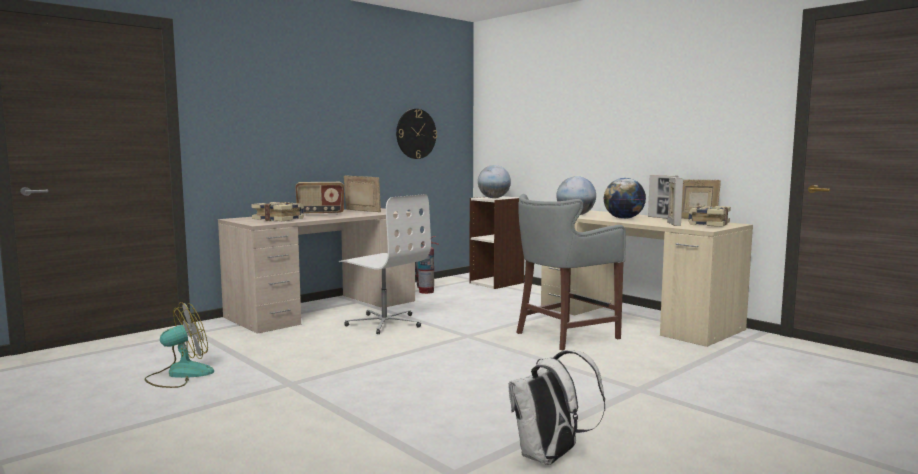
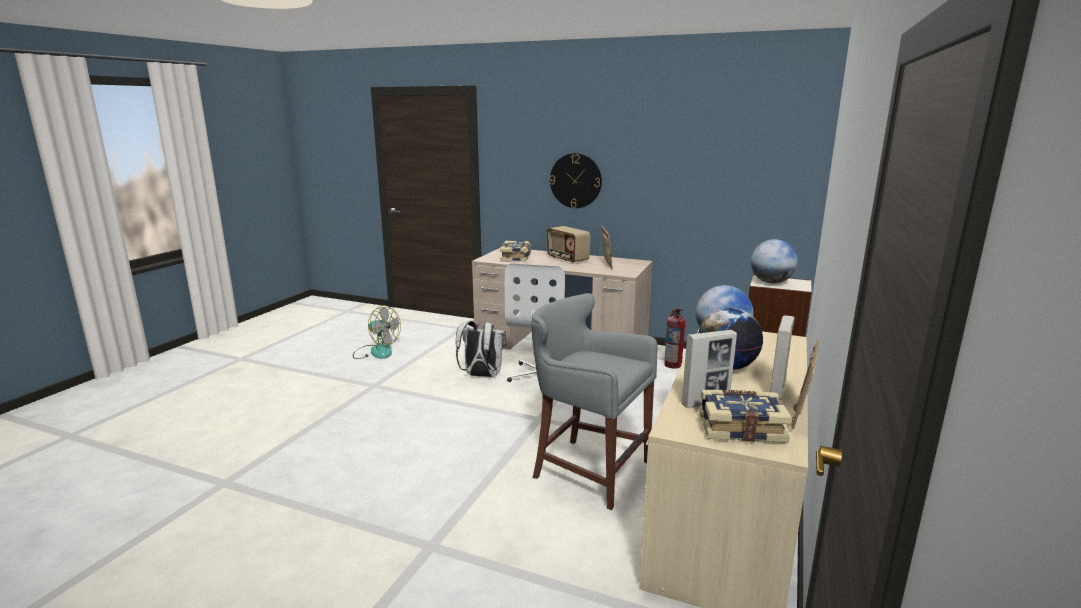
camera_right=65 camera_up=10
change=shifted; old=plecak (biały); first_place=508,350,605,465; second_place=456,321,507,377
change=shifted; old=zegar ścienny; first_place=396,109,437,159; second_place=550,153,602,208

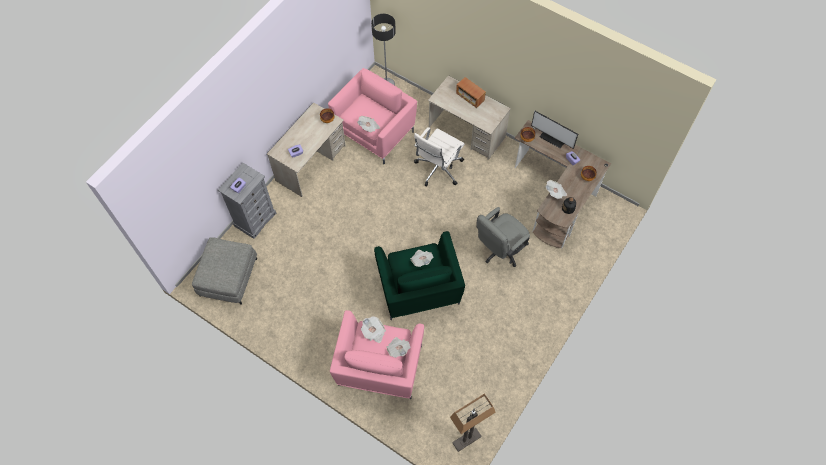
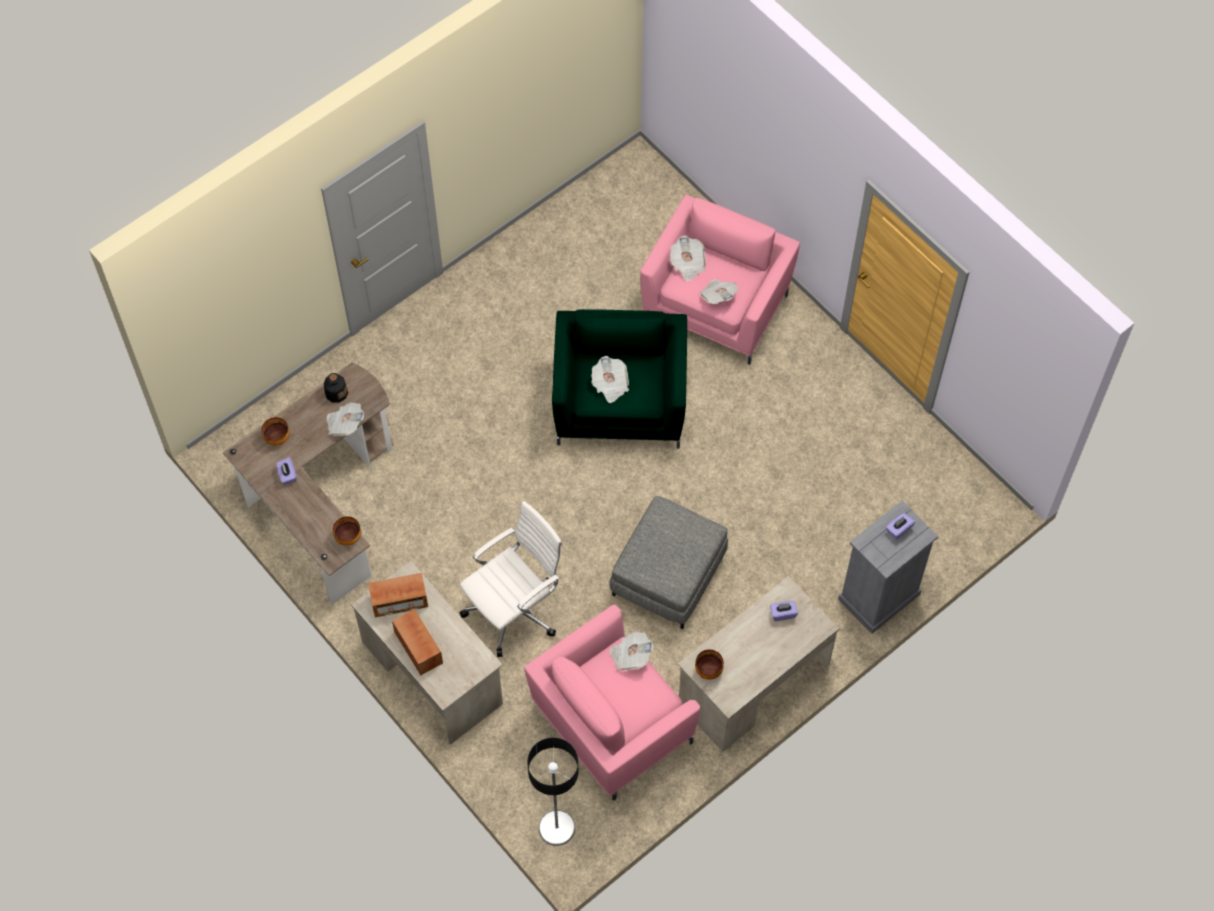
camera_right=-165 camera_up=0
change=new; new=radio; second_place=368,573,428,617
change=shifted; old=pufa (szary); first_place=192,237,257,305; second_place=609,496,728,629
change=gone; old=lampa stojąca; first_place=450,393,496,452
change=gone; old=krzesło biurowe (szary); first_place=476,207,530,267
change=gone; old=monitor; first_place=531,111,578,149

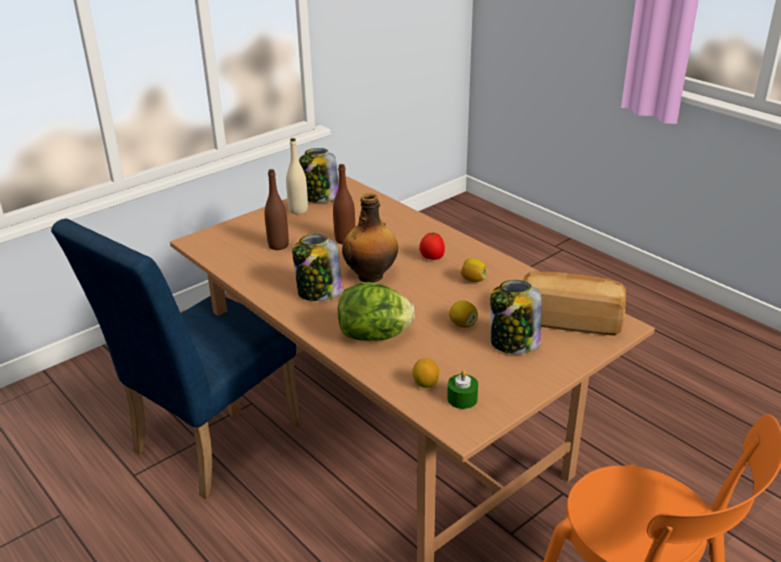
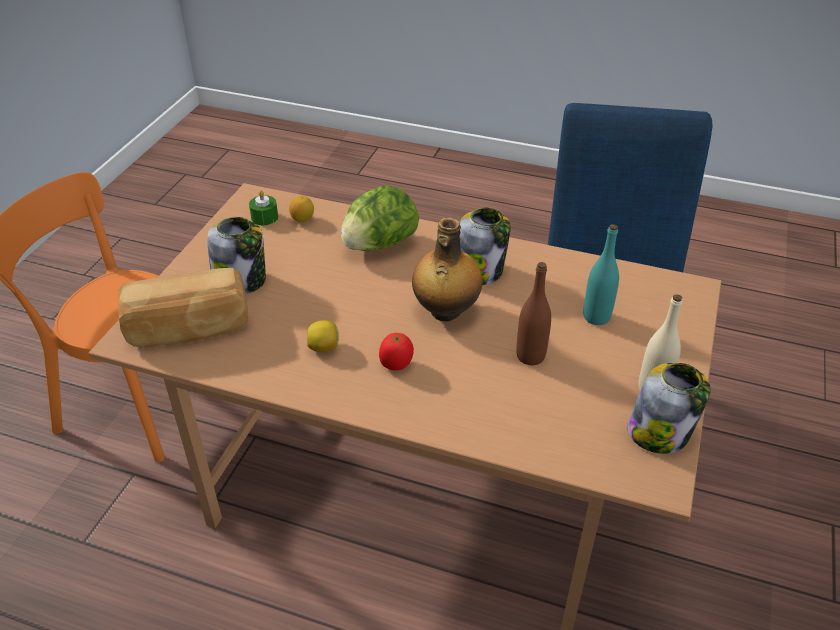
camera_right=150 camera_up=10
change=repainted; old=butelka (brązowy); new=butelka (turkusowy); first_place=264,169,289,250; second_place=583,224,619,325
change=gone; old=cytryna; first_place=449,300,478,328

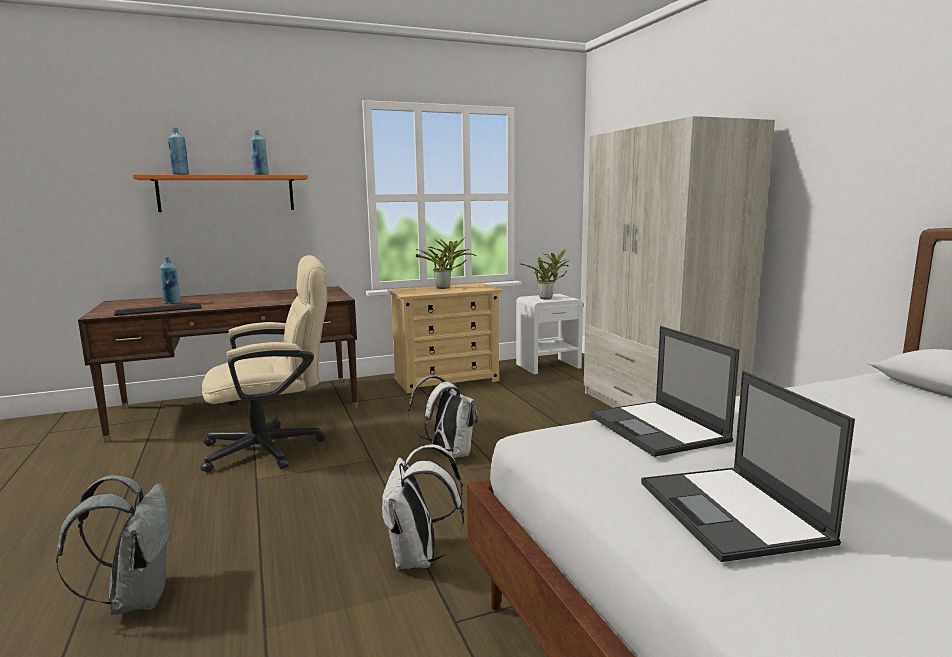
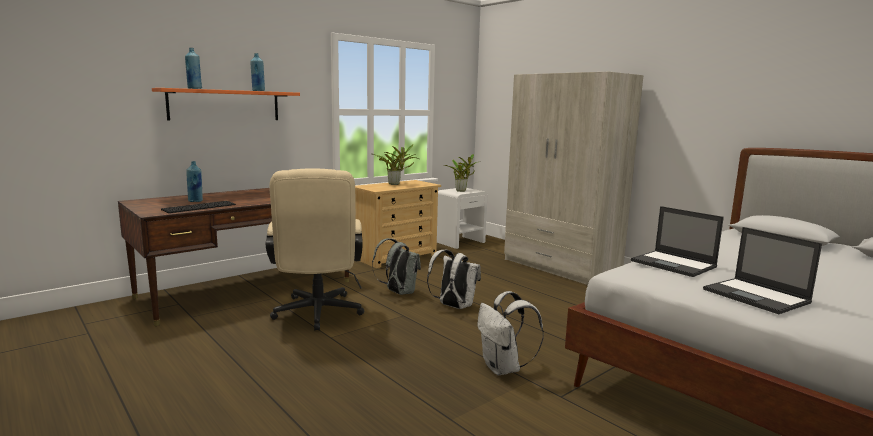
camera_right=-20 camera_up=0
change=rotated; old=krzesło biurowe (beżowy); first_place=200,255,327,472; second_place=266,168,364,331; degrees=120
change=shifted; old=plecak (szary); first_place=56,475,173,615; second_place=372,238,421,295

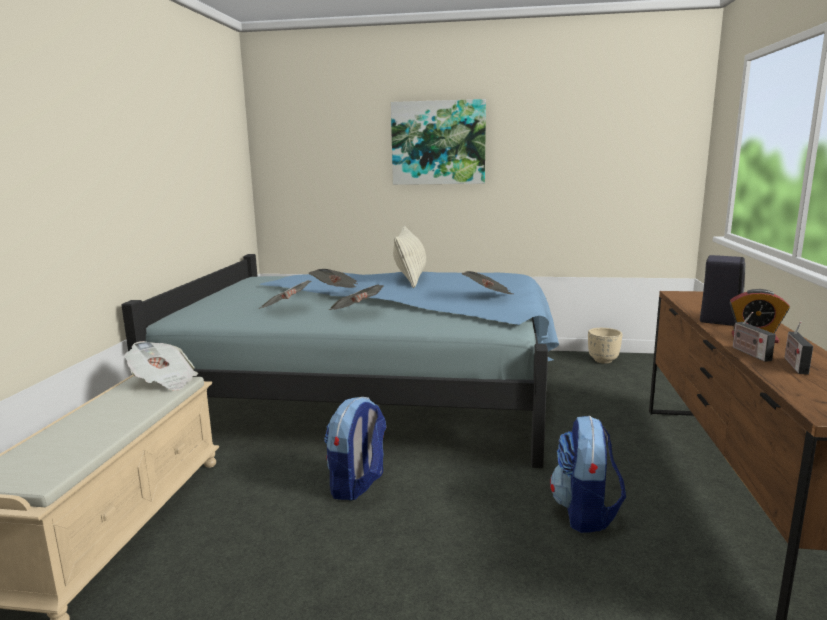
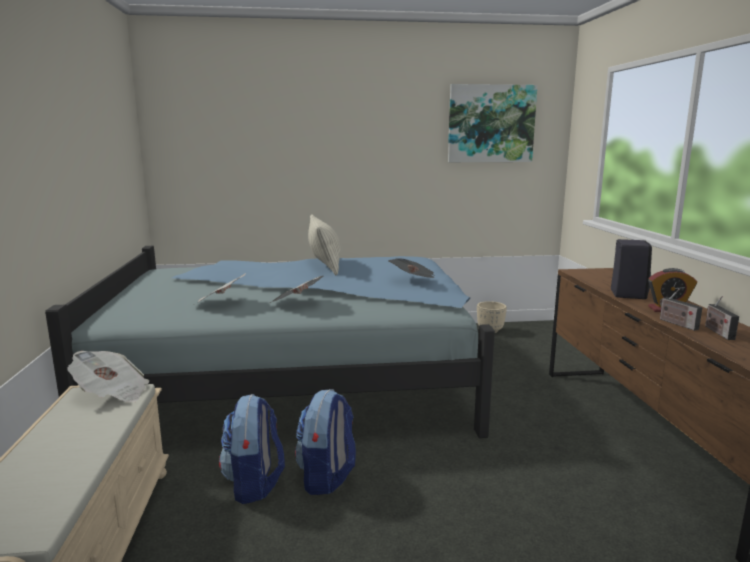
camera_right=-15 camera_up=0
change=shifted; old=plecak; first_place=550,416,626,533; second_place=219,394,285,504
change=shifted; old=obraz; first_place=391,99,486,185; second_place=448,84,538,162
change=gone; old=gazeta; first_place=309,269,357,288

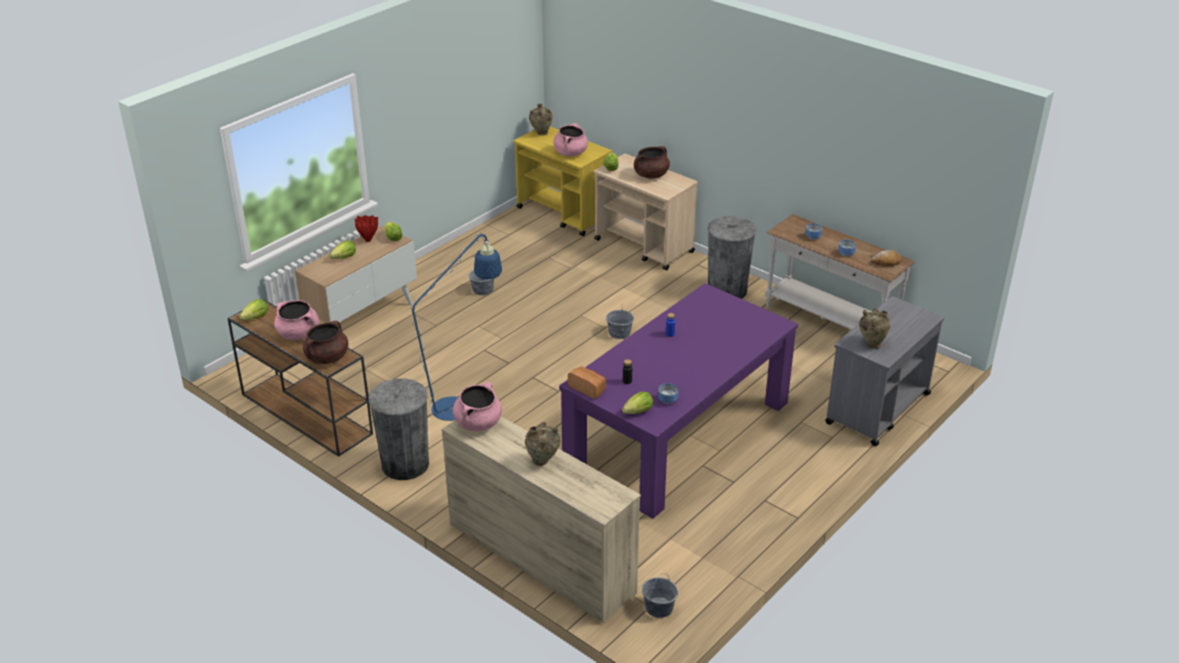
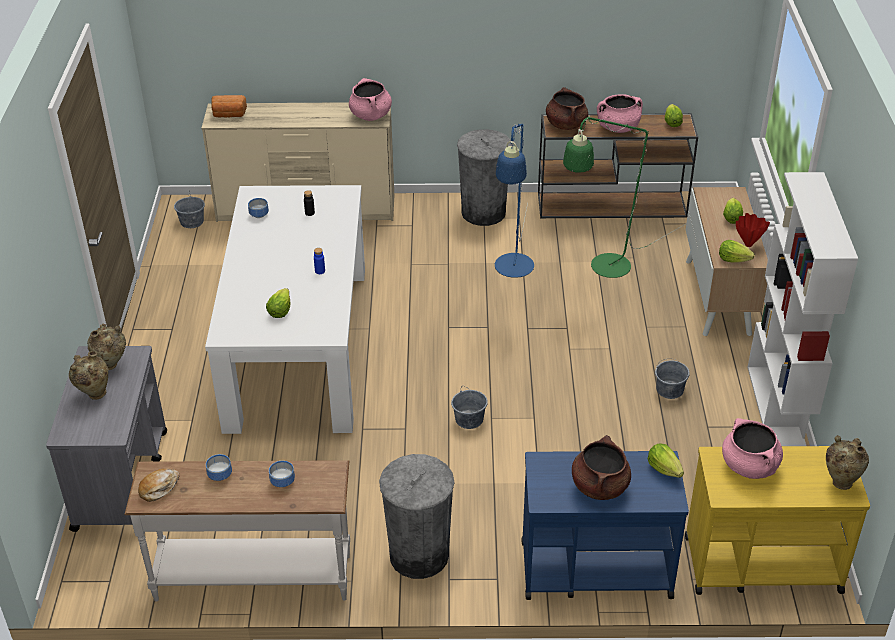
camera_right=140 camera_up=5
change=shifted; old=wazon (beżowy); first_place=525,422,560,466; second_place=69,351,108,400
change=repainted; old=stół jadalny (fioletowy); new=stół jadalny (biały); first_place=559,283,798,519; second_place=205,185,365,434
change=shifted; old=chleb; first_place=568,366,606,399; second_place=211,95,247,118
change=shifted; old=sałata; first_place=622,392,653,414; second_place=266,288,290,318
change=repainted; old=wózek (beżowy); new=wózek (niebieski); first_place=594,154,698,271; second_place=521,451,689,600
change=new; new=lampa stojąca (zielony); second_place=563,116,685,278
change=new; new=regał (biały); second_place=747,172,858,446

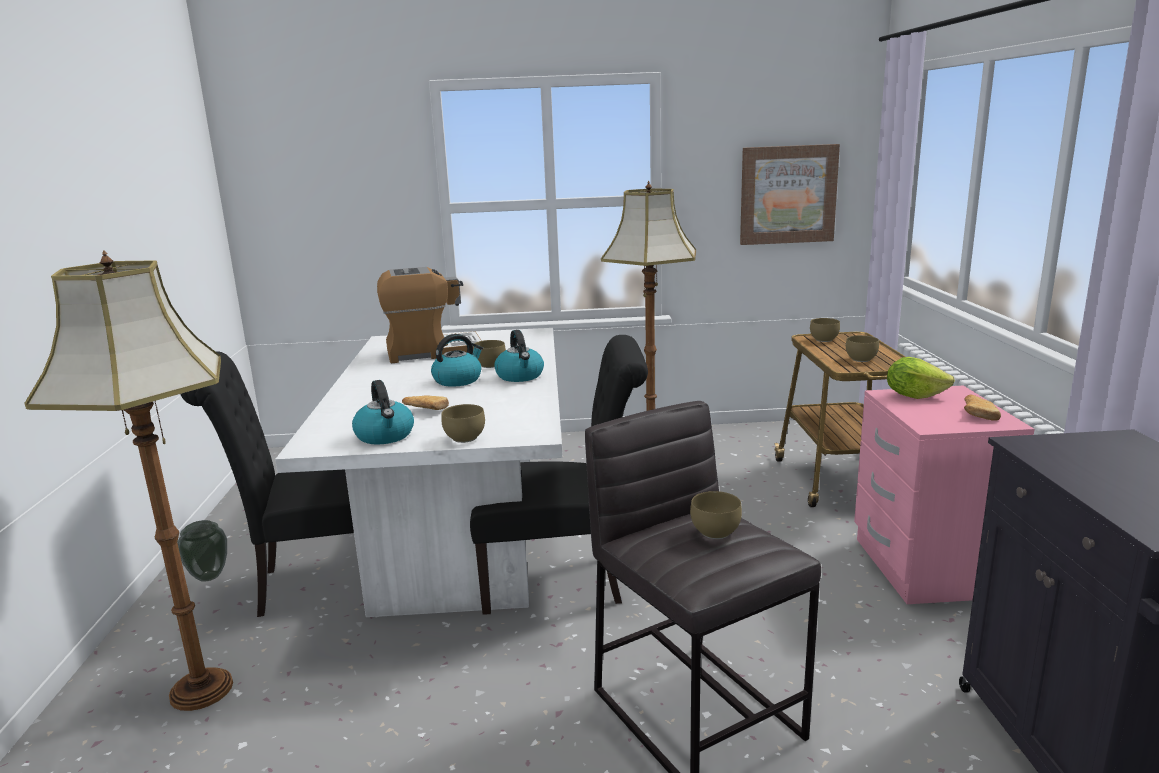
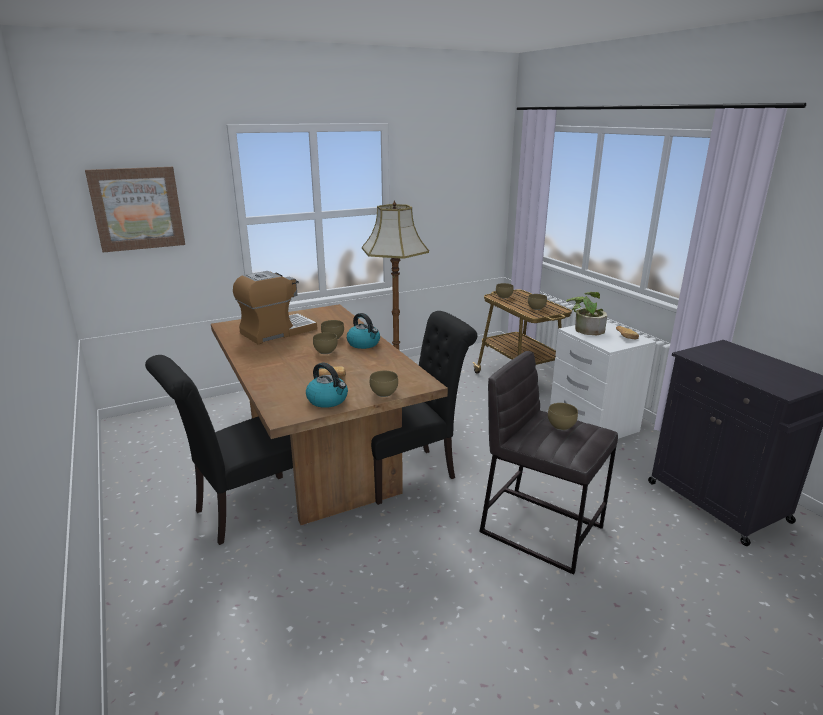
camera_right=-25 camera_up=5
change=shifted; old=obraz; first_place=740,144,840,245; second_place=85,167,185,253
change=repainted; old=stół jadalny (biały); new=stół jadalny (brązowy); first_place=275,328,563,617; second_place=211,304,448,525
change=swapped; old=czajnik; new=miska (brązowy); first_place=431,334,483,387; second_place=313,332,338,354
change=repainted; old=szafka nocna (różowy); new=szafka nocna (biały); first_place=854,386,1035,604; second_place=550,322,656,439
change=swapped; old=sałata; new=roślina doniczkowa; first_place=887,357,955,399; second_place=566,292,607,335
change=gone; old=lampa stojąca; first_place=24,251,233,711
change=gone; old=wazon; first_place=177,520,227,582

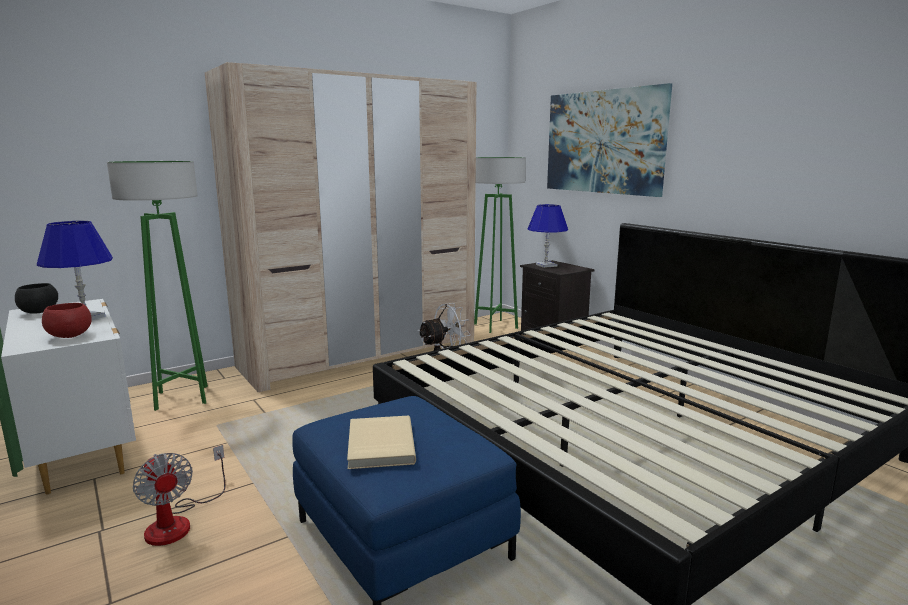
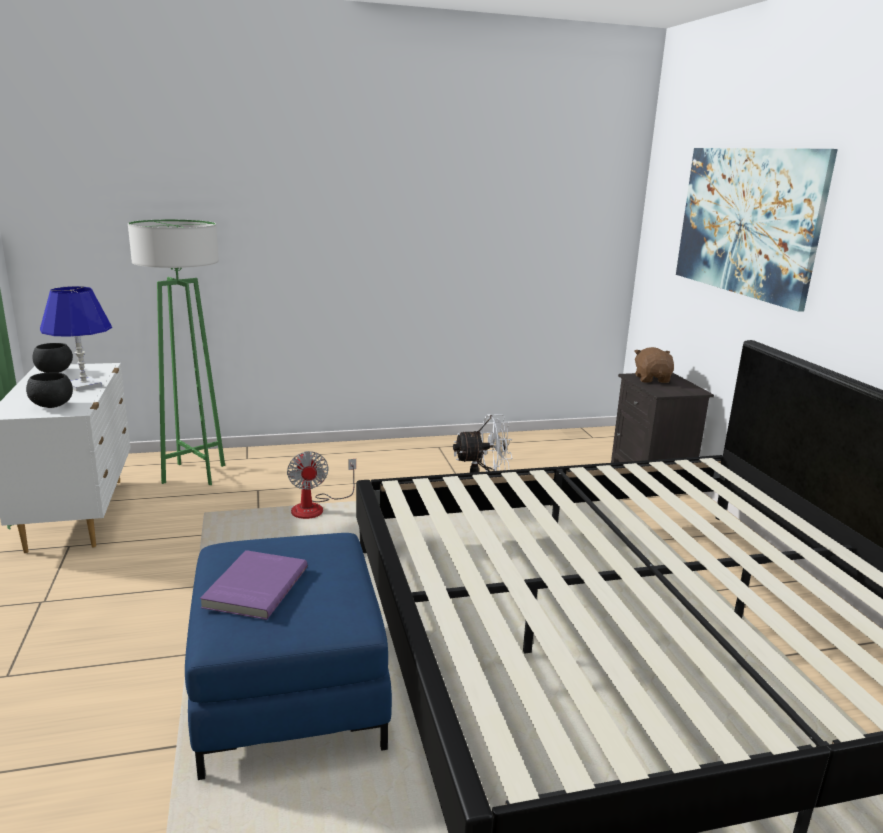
camera_right=20 camera_up=5
change=repainted; old=miska (czerwony); new=miska (czarny); first_place=42,303,92,338; second_place=26,373,73,408
change=repainted; old=książka (beżowy); new=książka (fioletowy); first_place=347,415,416,469; second_place=200,550,308,620
change=shifted; old=wentylator; first_place=132,445,225,546; second_place=287,451,356,519
change=swapped; old=lampa stołowa (niebieski); new=pluszak (brązowy); first_place=528,204,568,268; second_place=634,347,674,383
change=gone; old=szafa (beżowy); first_place=205,62,476,392
change=gone; old=lampa stojąca (zielony); first_place=474,157,526,333

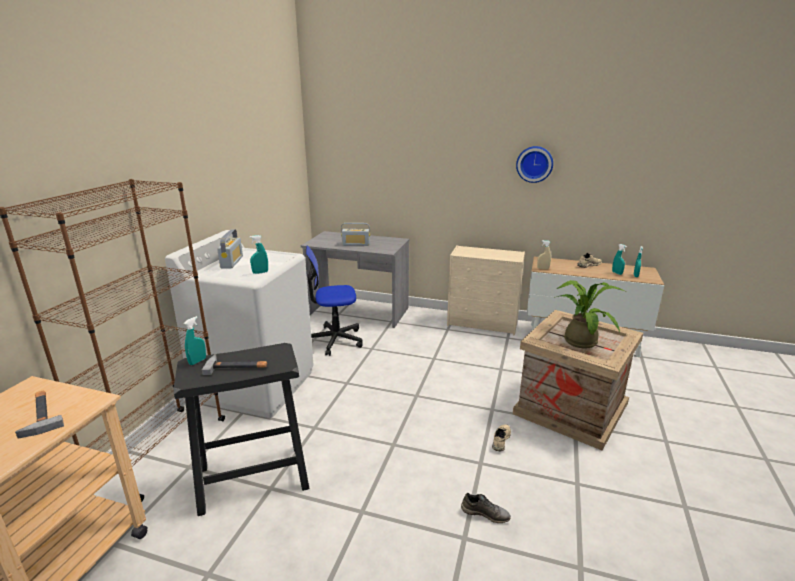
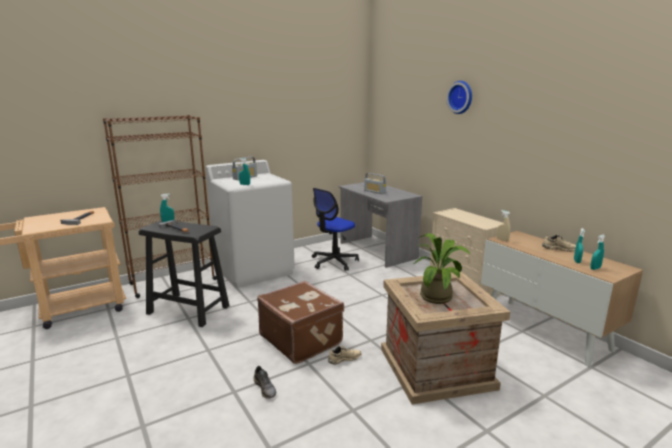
camera_right=40 camera_up=-5
change=new; new=walizka (brązowy); second_place=257,281,344,364
change=rotated; old=krzesło biurowe; first_place=306,246,363,356; second_place=312,188,359,271; degrees=-75
change=shifted; old=zegar ścienny; first_place=516,146,553,183; second_place=446,81,472,114

